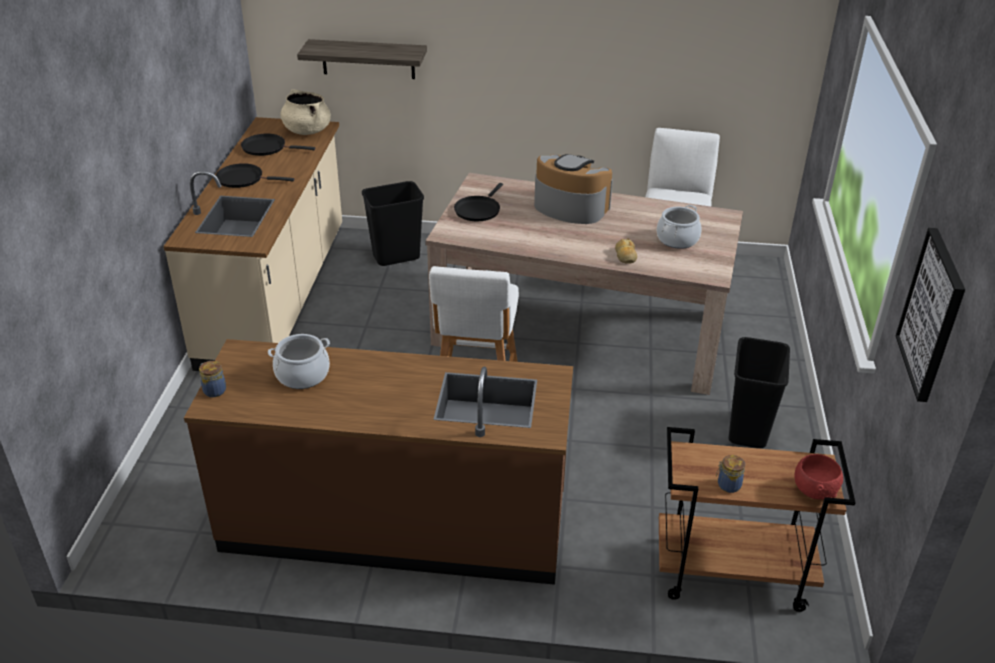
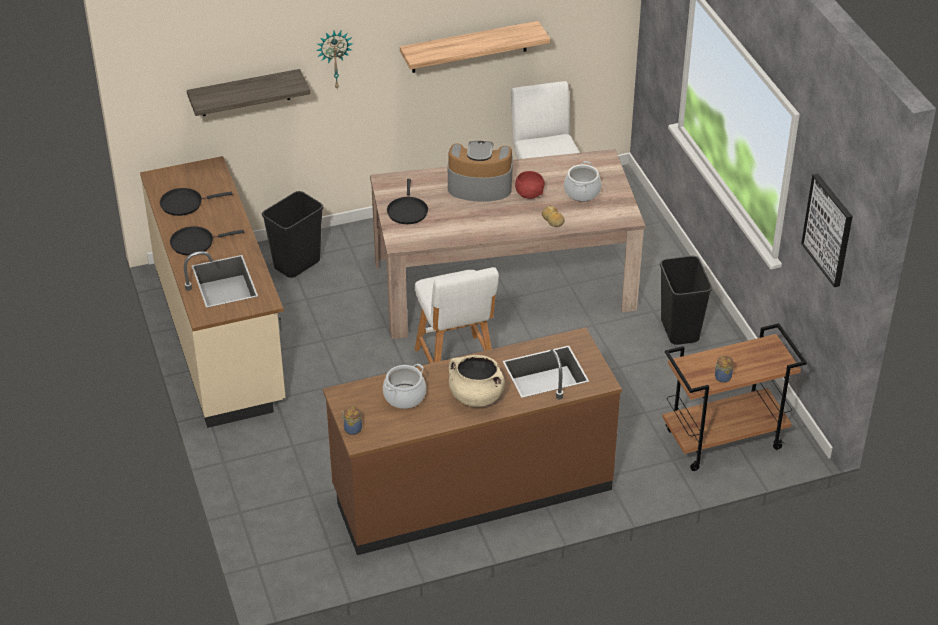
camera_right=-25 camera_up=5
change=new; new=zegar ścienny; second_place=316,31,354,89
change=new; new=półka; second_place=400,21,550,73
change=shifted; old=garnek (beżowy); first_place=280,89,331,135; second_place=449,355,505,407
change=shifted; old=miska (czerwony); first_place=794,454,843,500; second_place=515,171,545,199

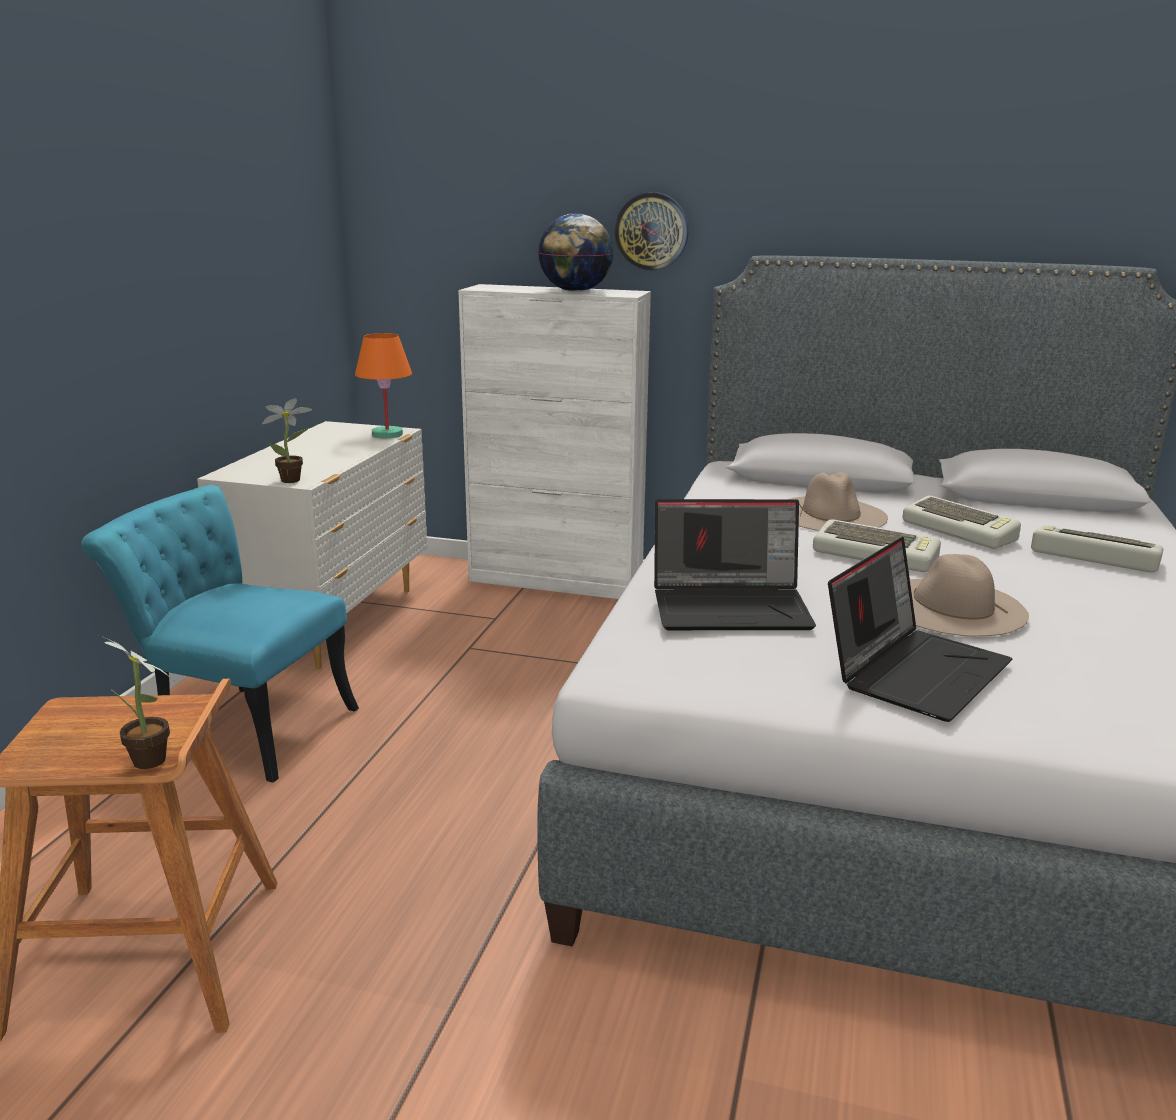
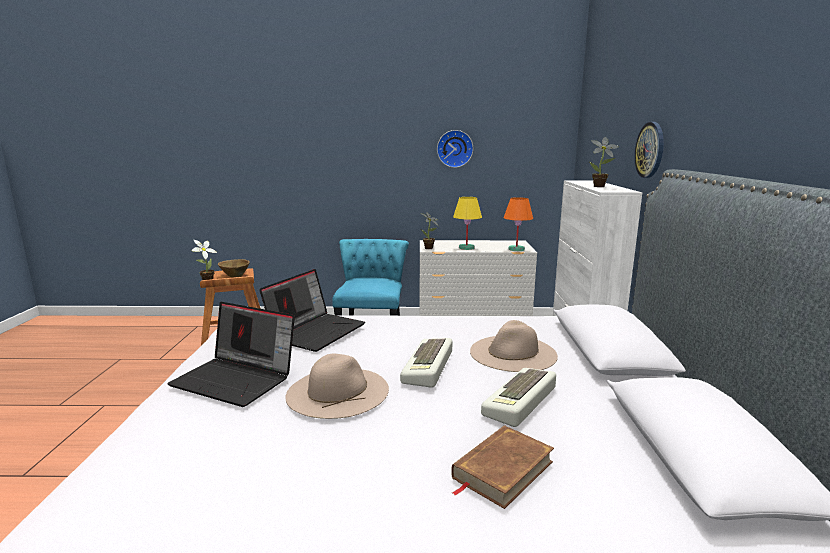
camera_right=75 camera_up=-5
change=new; new=miska (brązowy); second_place=218,259,250,277
change=rotated; old=laptop; first_place=654,499,816,630; second_place=260,269,365,352; degrees=-135
change=new; new=zegar ścienny; second_place=437,130,473,168
change=swapped; old=klawiatura; new=książka (brązowy); first_place=1031,525,1163,573; second_place=451,425,554,509
change=new; new=lampa stołowa (żółty); second_place=453,197,482,250
change=swapped; old=globus; new=roślina doniczkowa; first_place=538,213,614,292; second_place=589,137,619,187

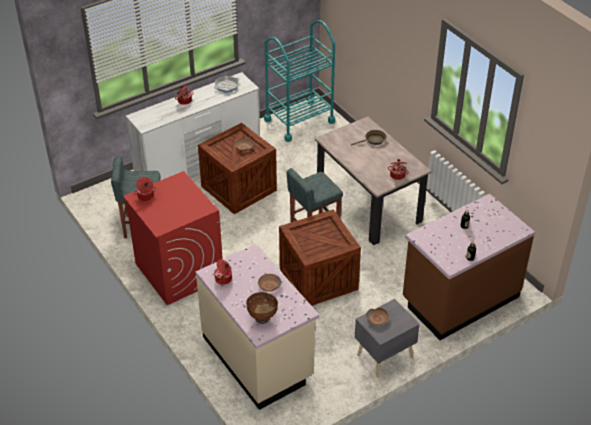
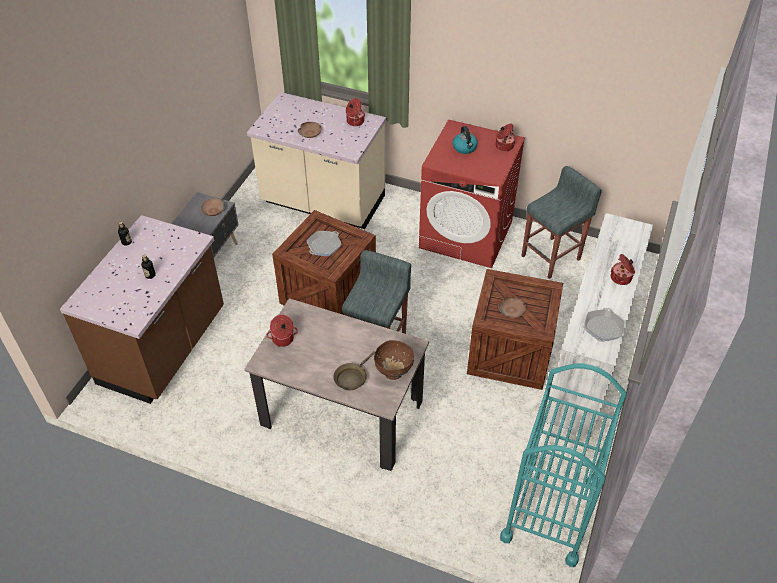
camera_right=145 camera_up=5
change=new; new=patelnia; second_place=307,231,341,256
change=shifted; old=miska (brązowy); first_place=246,292,278,324; second_place=374,340,414,380
change=new; new=czajnik; second_place=453,126,478,154

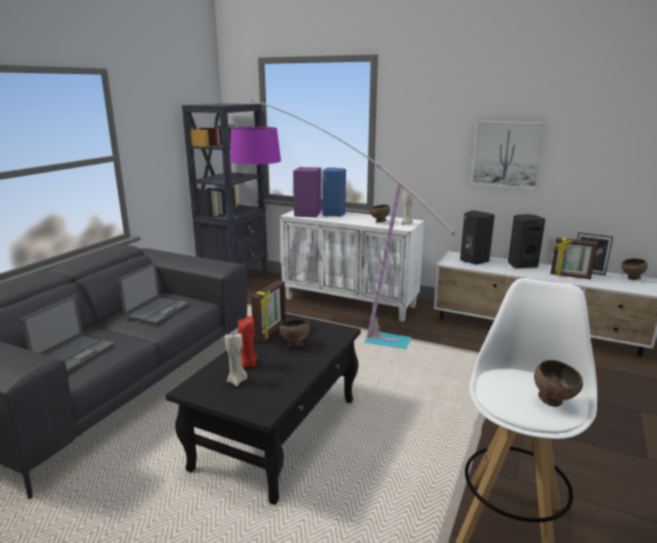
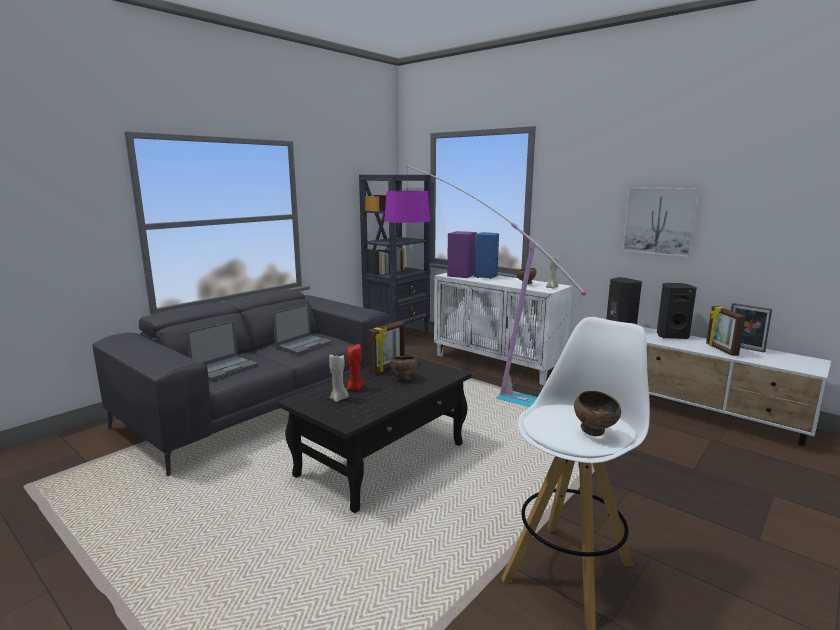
camera_right=15 camera_up=-5
change=rotated; old=ramka na zdjęcie; first_place=550,237,598,279; second_place=706,306,746,356; degrees=45
change=gone; old=miska (brązowy); first_place=621,258,648,280

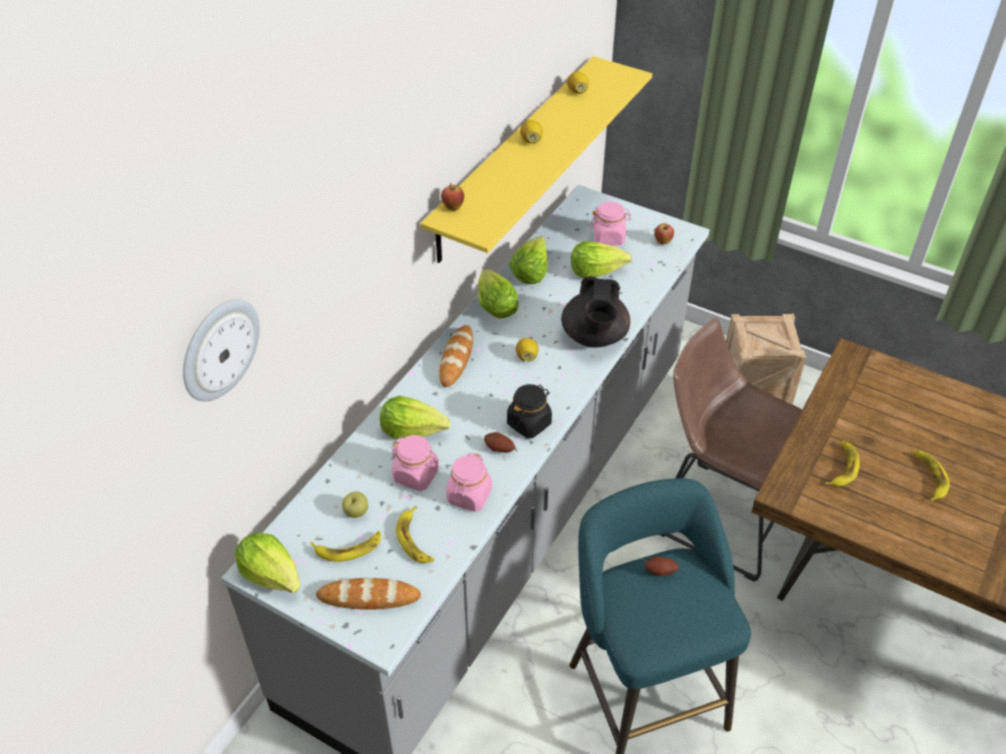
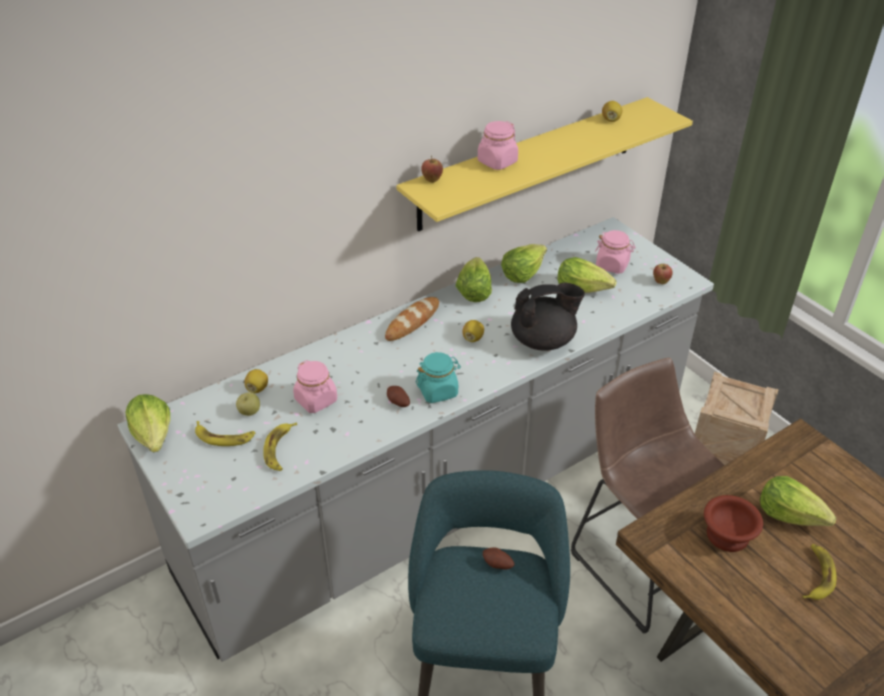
camera_right=25 camera_up=-5
change=shifted; old=cytryna; first_place=520,120,543,144; second_place=244,369,268,393
change=repainted; old=słoik (czarny); new=słoik (turkusowy); first_place=507,384,552,438; second_place=416,352,461,403
change=shifted; old=słoik (różowy); first_place=446,452,492,512; second_place=478,121,518,170
change=rotated; old=imbryk (czarny); first_place=561,276,630,348; second_place=511,283,585,351; degrees=-135
change=swapped; old=banan; new=miska (brązowy); first_place=825,441,860,487; second_place=704,495,763,552
change=shifted; old=sałata; first_place=380,396,450,439; second_place=760,476,836,526
change=gone; old=zegar ścienny; first_place=183,299,260,401
change=gone; old=chleb; first_place=316,578,421,610

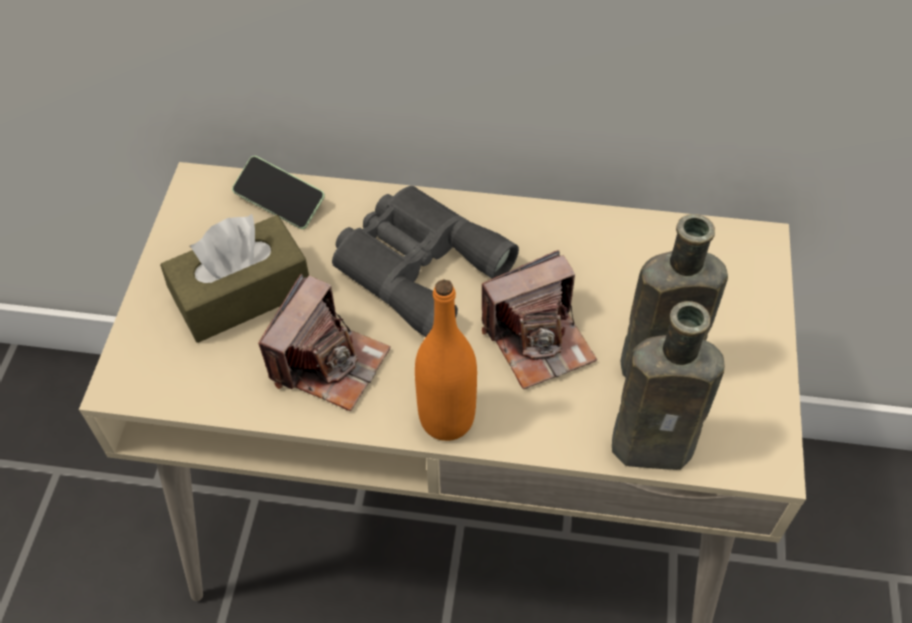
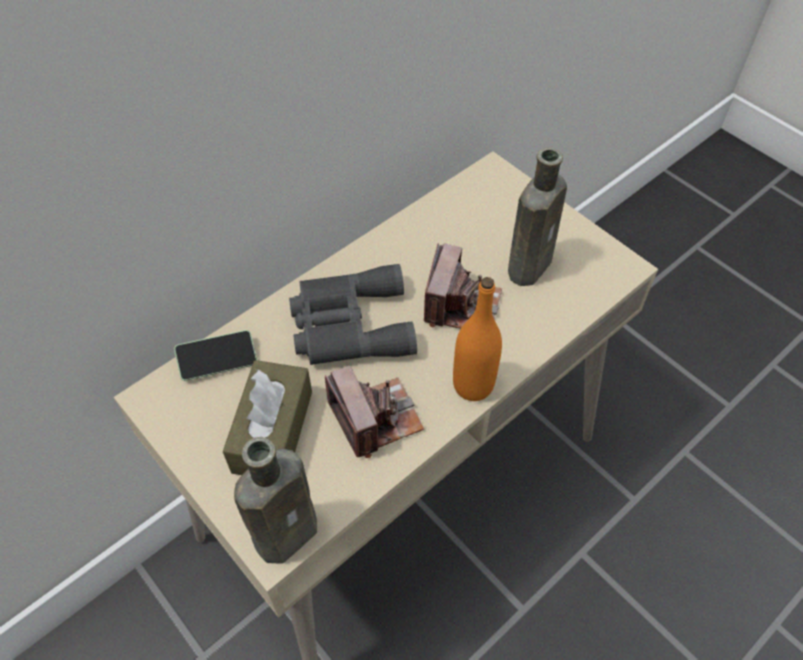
camera_right=-50 camera_up=0
change=shifted; old=butelka (brązowy); first_place=612,301,724,470; second_place=234,437,317,564

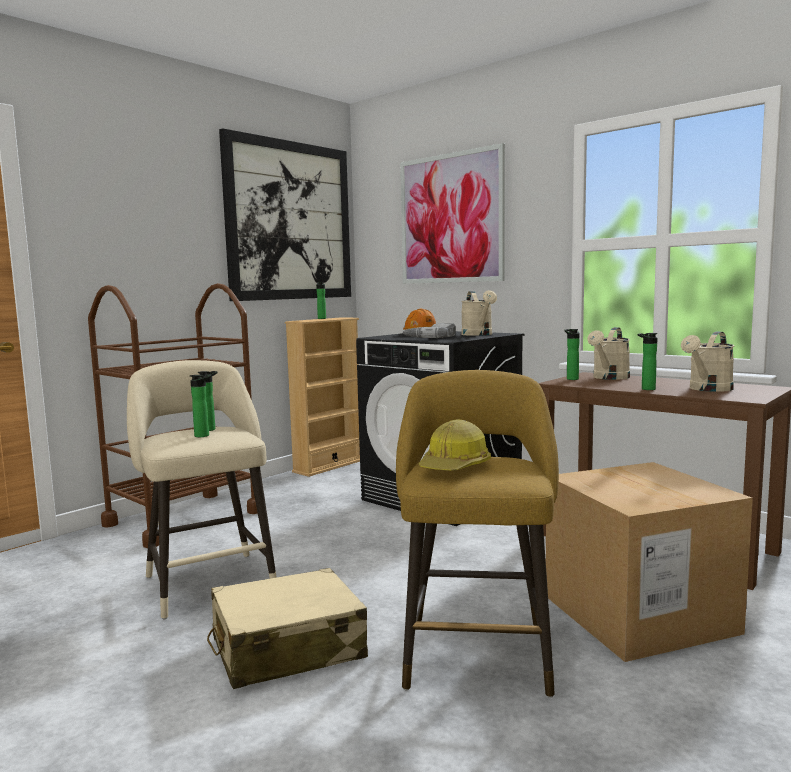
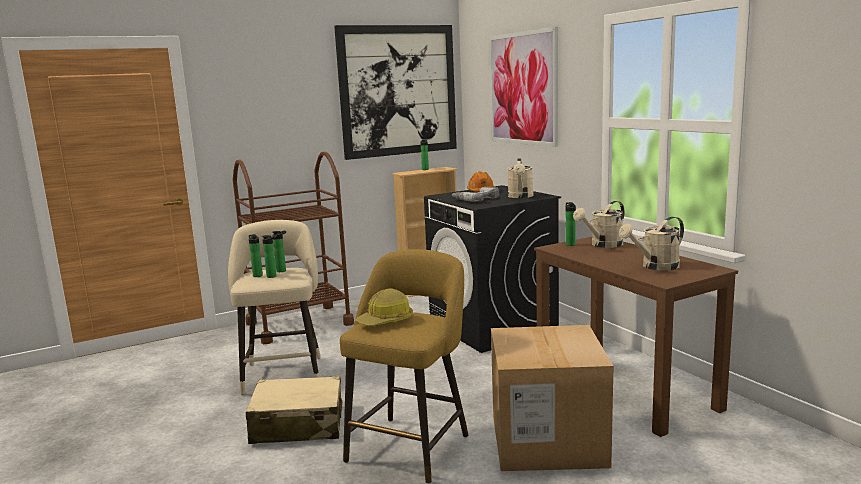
camera_right=20 camera_up=5
change=shifted; old=butelka; first_place=638,333,658,390; second_place=249,234,263,277

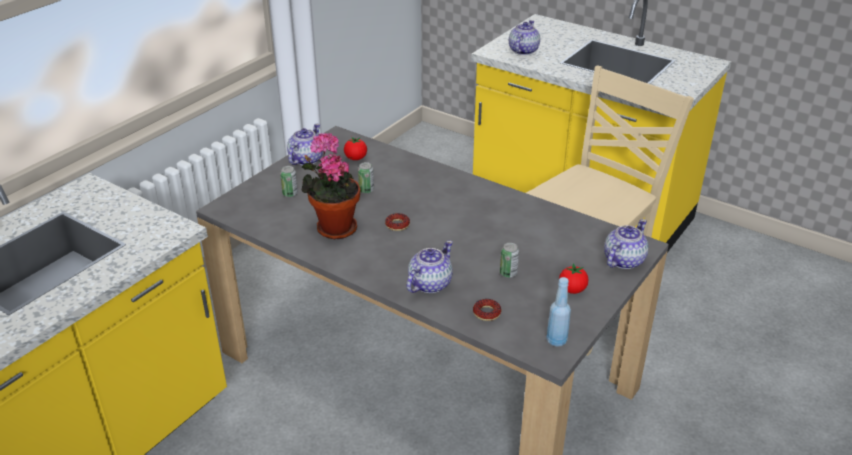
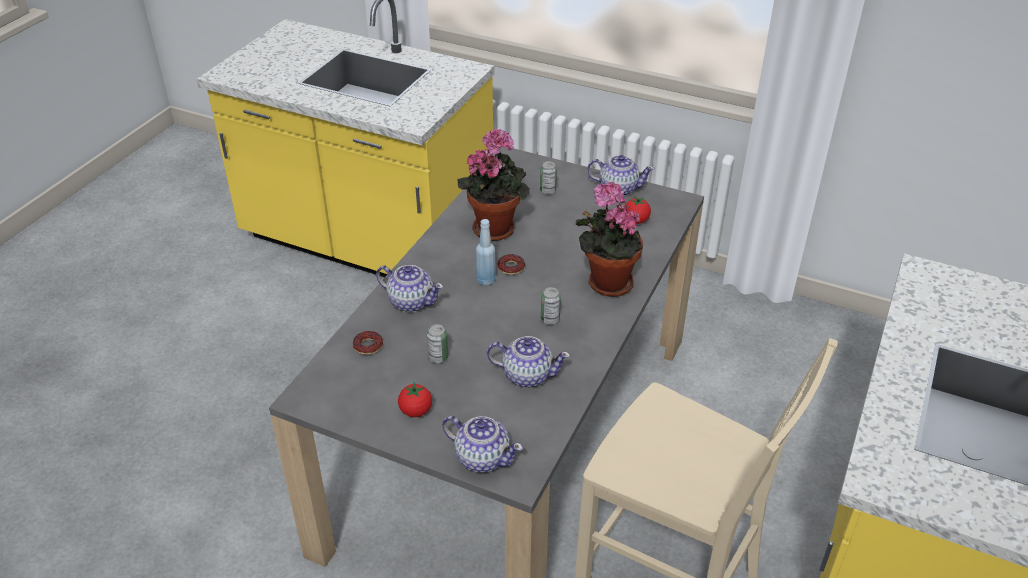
camera_right=80 camera_up=5
change=shifted; old=butelka (niebieski); first_place=546,277,571,347; second_place=476,219,496,286
change=shifted; old=imbryk; first_place=509,20,540,55; second_place=487,336,570,388
change=shifted; old=puszka; first_place=358,162,374,194; second_place=541,287,561,325
change=new; new=roślina doniczkowa; second_place=576,182,643,297

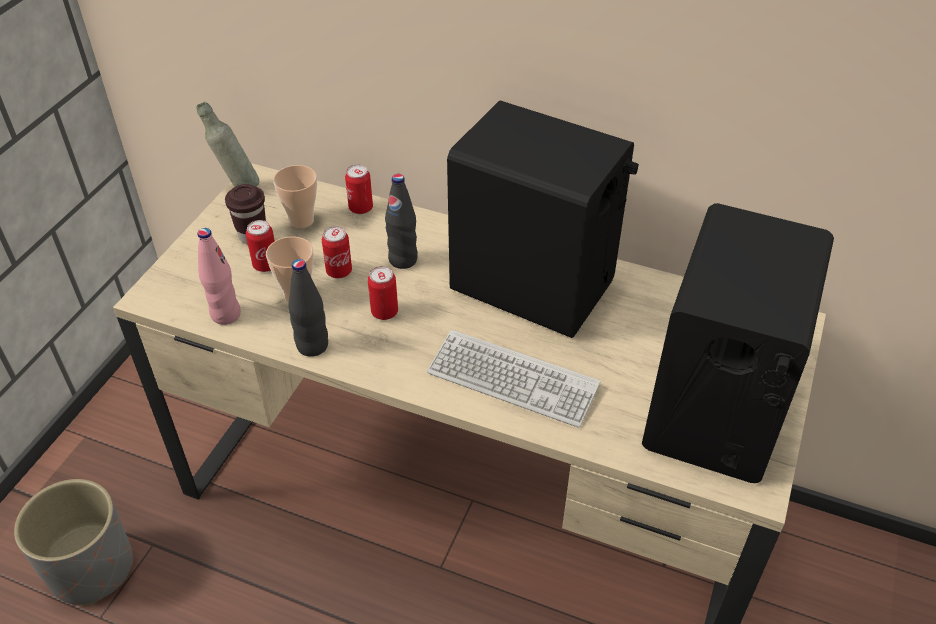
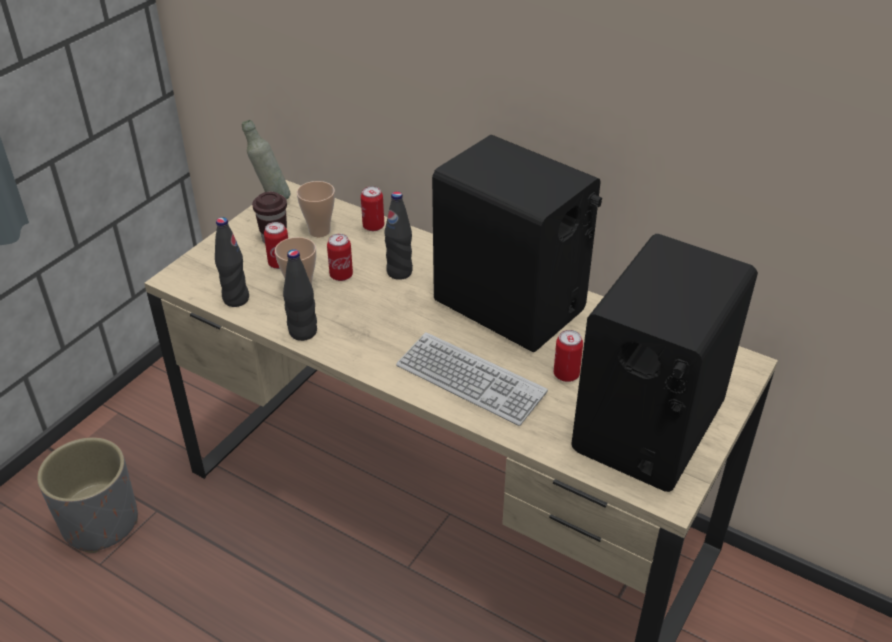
camera_right=10 camera_up=-5
change=repainted; old=butelka (różowy); new=butelka (czarny); first_place=197,228,241,325; second_place=215,217,249,307
change=shifted; old=puszka; first_place=368,266,398,320; second_place=554,330,583,382

